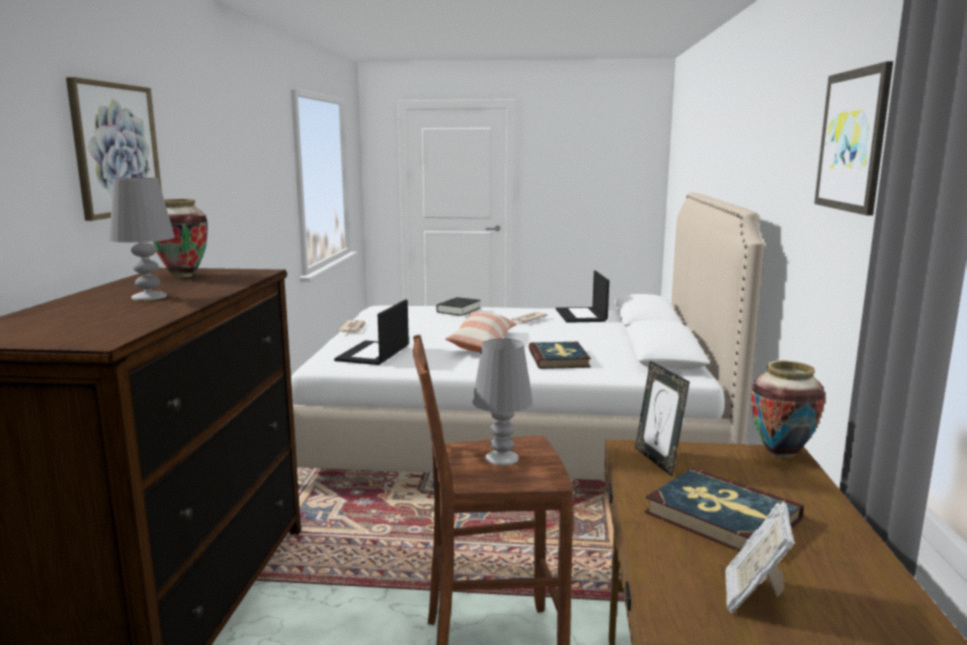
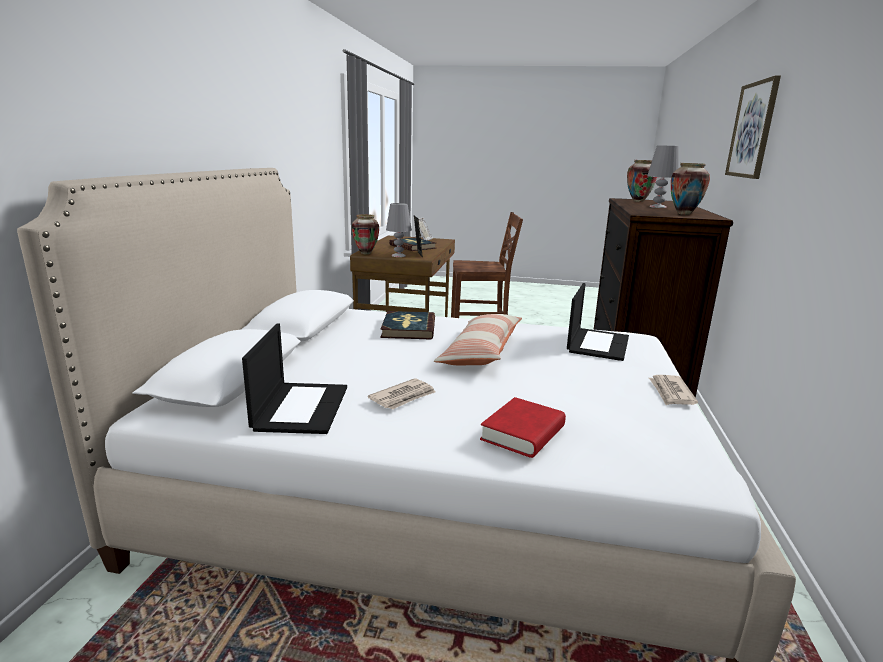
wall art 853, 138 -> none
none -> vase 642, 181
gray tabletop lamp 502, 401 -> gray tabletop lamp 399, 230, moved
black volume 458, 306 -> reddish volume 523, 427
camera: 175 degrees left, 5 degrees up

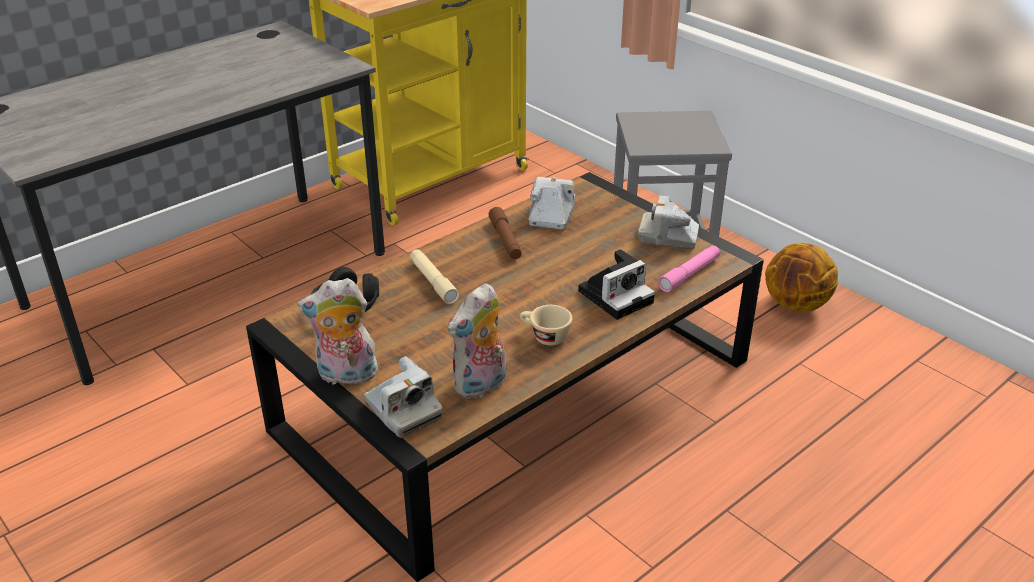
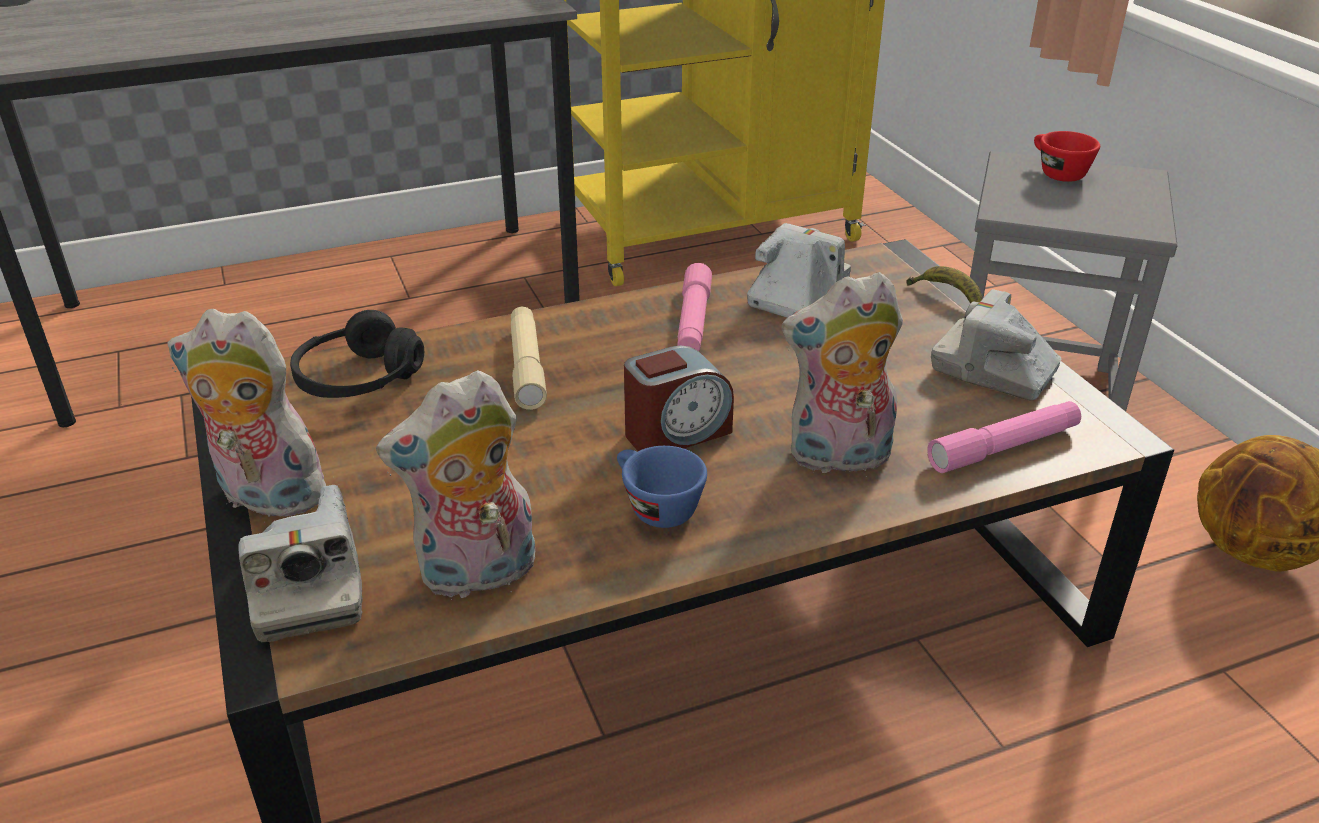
none -> alarm clock 679, 398
none -> whole banana 944, 284
none -> reddish drinking cup 1067, 156
photo camera 616, 284 -> cuddly toy 842, 374
brown hand torch 505, 233 -> pinkish hand torch 694, 307
beige drinking cup 546, 325 -> bluish drinking cup 662, 487
camera: 20 degrees right, 0 degrees up

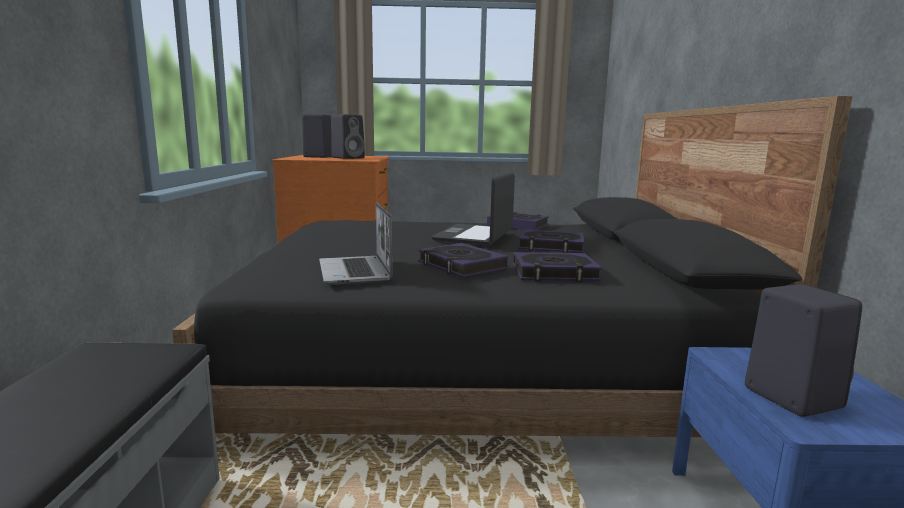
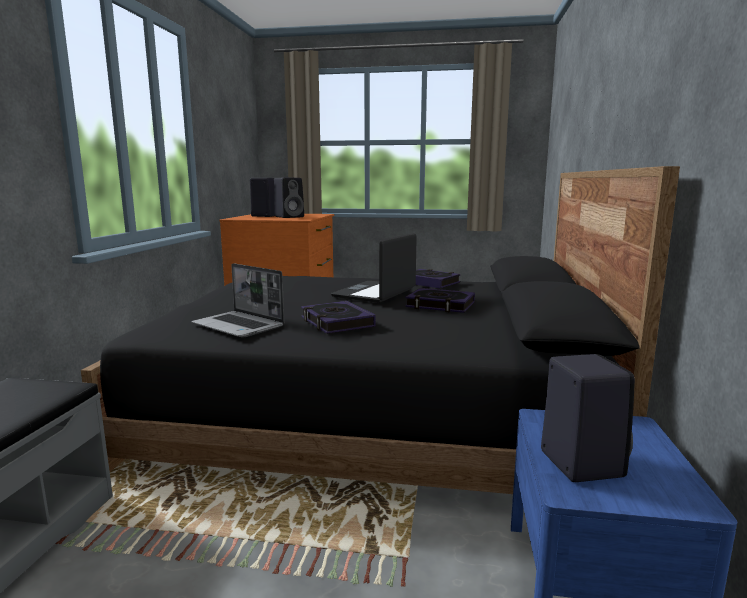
volume 557, 267 -> none
laptop 355, 243 -> laptop 237, 300, 45 degrees counterclockwise
camera: 10 degrees right, 0 degrees up

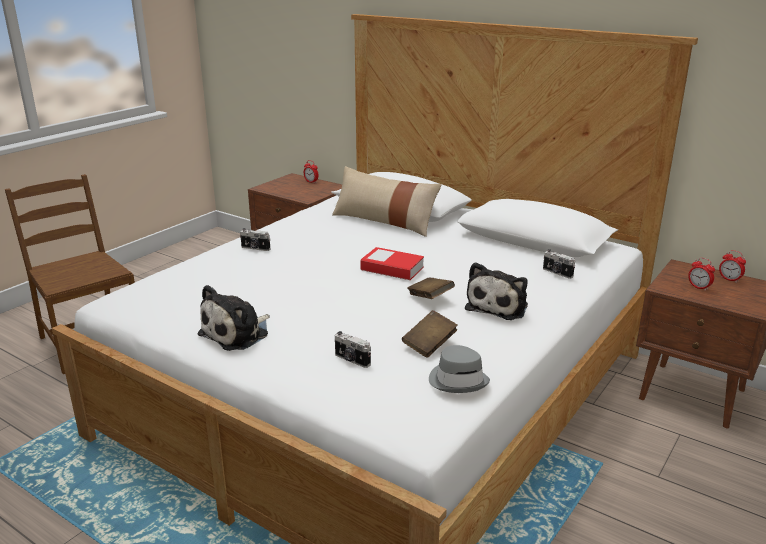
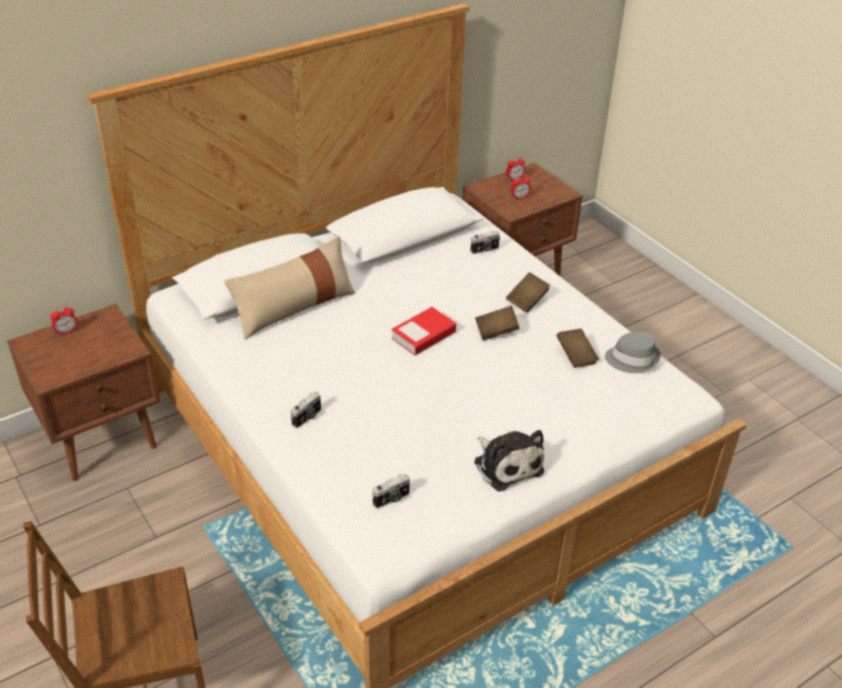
photo camera 353, 349 -> photo camera 391, 491, moved
cuddly toy 496, 291 -> brown volume 528, 292
camera: 70 degrees left, 15 degrees up

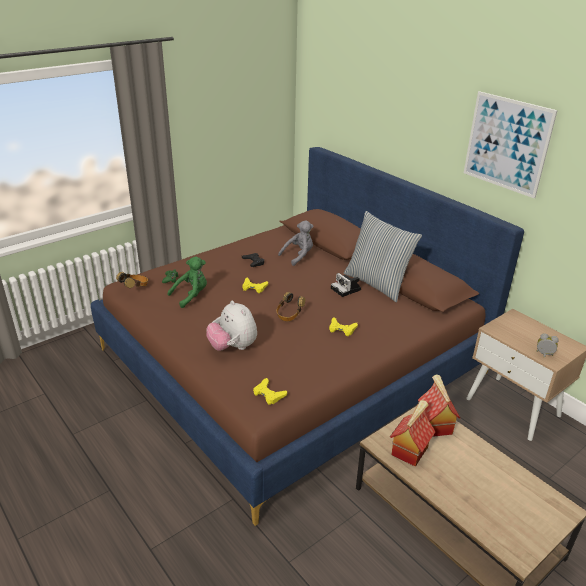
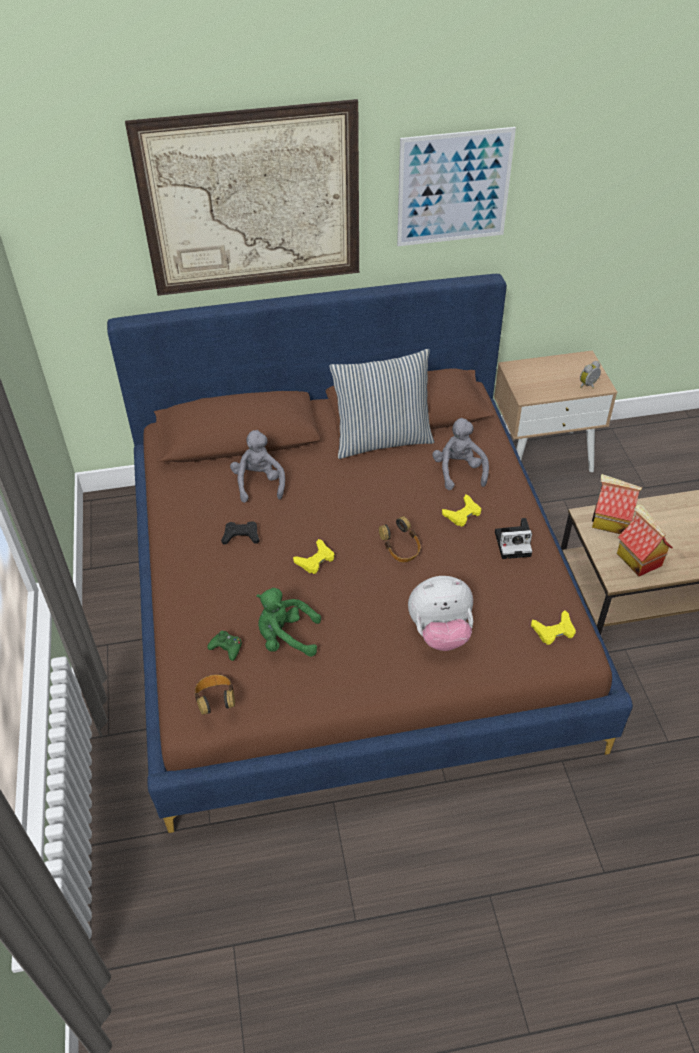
none -> wall art 242, 197
none -> gray cuddly toy 460, 454
photo camera 346, 285 -> photo camera 513, 538, moved
greenish cuddly toy 187, 282 -> greenish cuddly toy 288, 622, 75 degrees counterclockwise
camera: 60 degrees left, 15 degrees up

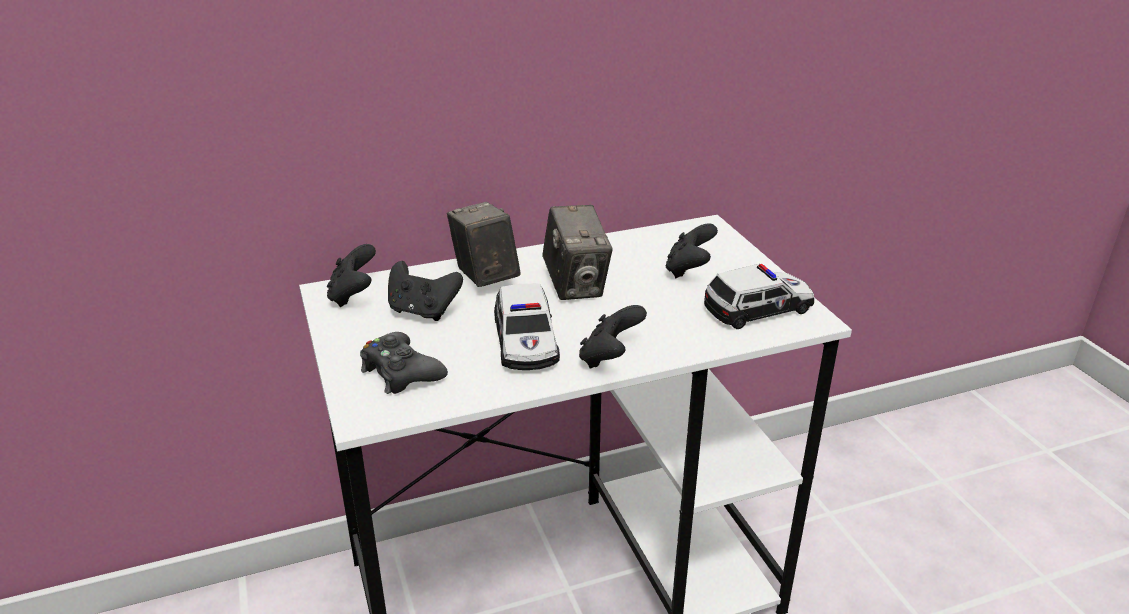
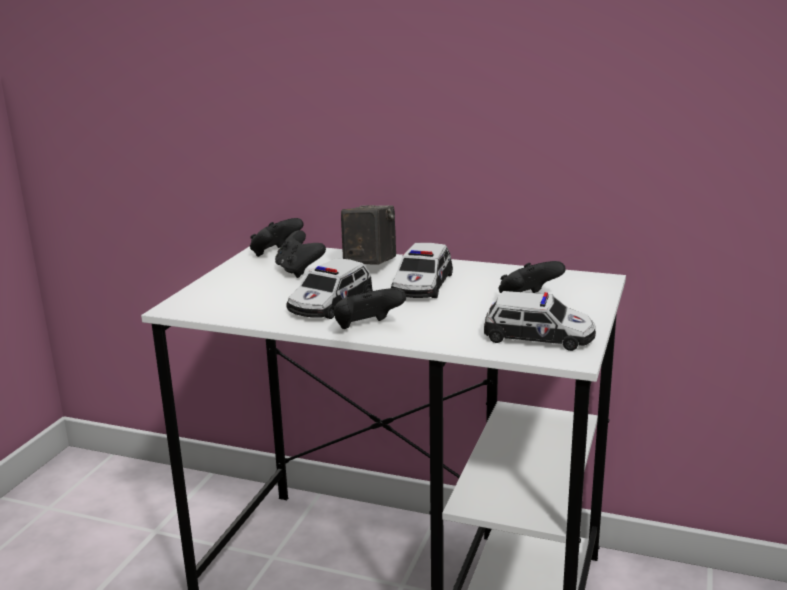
black game controller 404, 363 -> none
photo camera 577, 252 -> toy car 422, 270
camera: 40 degrees right, 10 degrees down

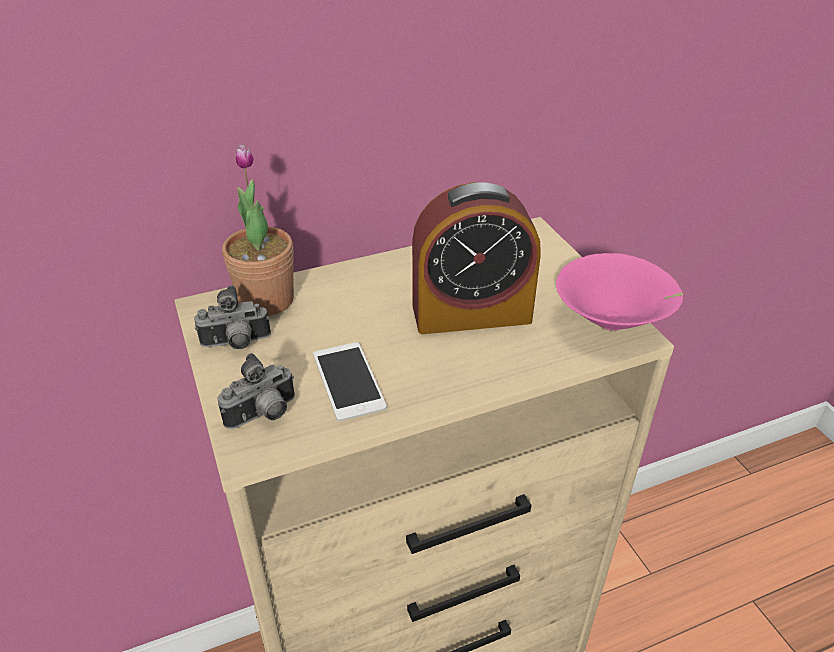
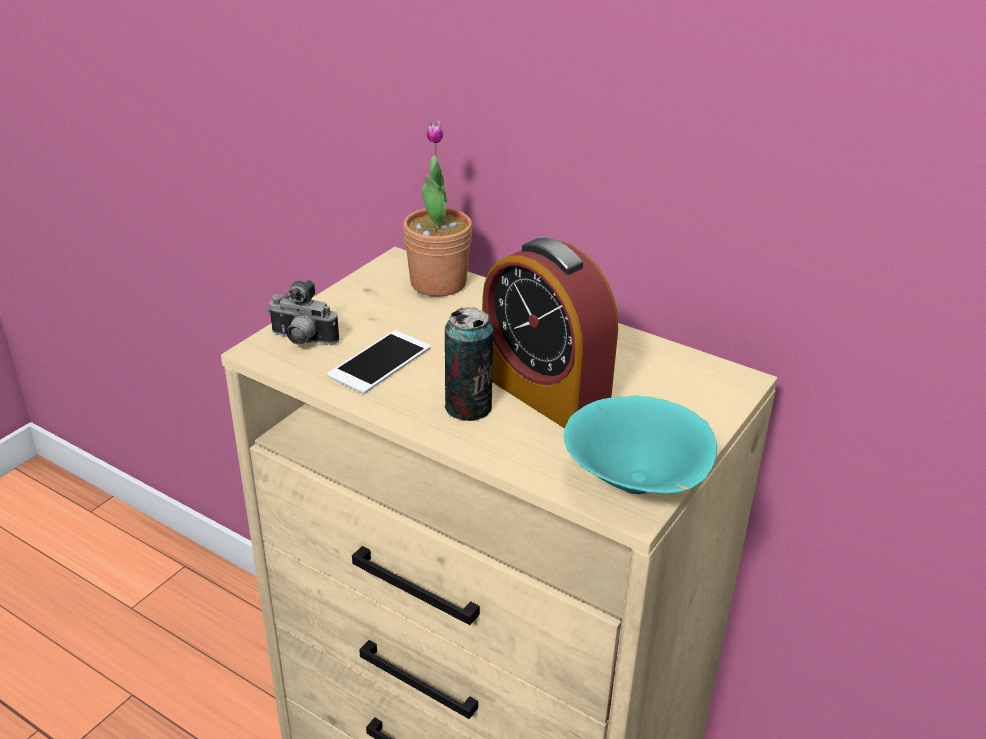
photo camera 232, 317 -> none
none -> sealed can 469, 364
pinkish deep dish 619, 292 -> turquoise deep dish 640, 445
camera: 55 degrees right, 5 degrees down

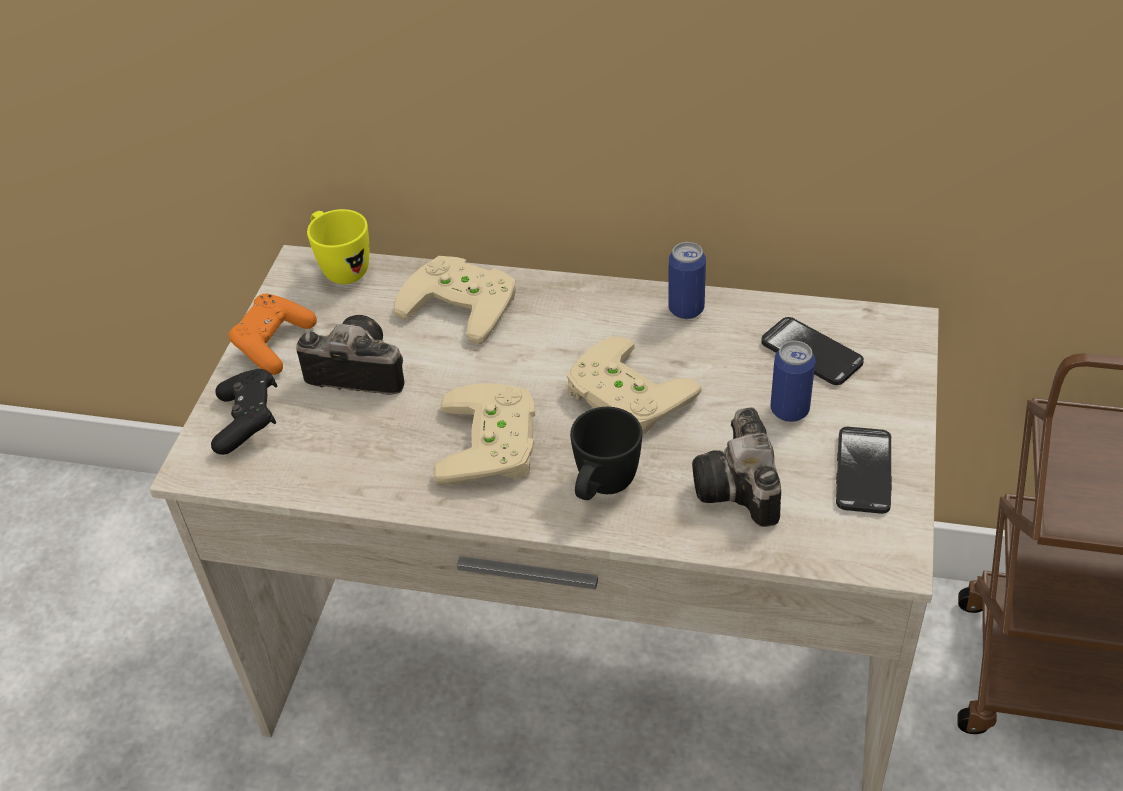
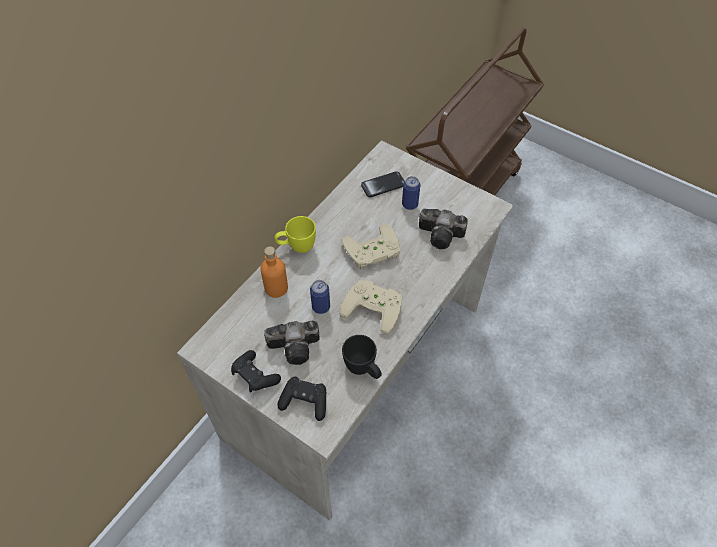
handset 864, 470 -> none
yellow mug 338, 246 -> yellow mug 295, 234, moved
black mug 606, 453 -> black mug 362, 357, moved
sealed can 687, 280 -> sealed can 320, 297, moved
beige game controller 455, 300 -> orange drink bottle 274, 272
orange game controller 273, 334 -> black game controller 256, 371
photo camera 350, 355 -> photo camera 292, 343, 135 degrees counterclockwise
camera: 70 degrees left, 10 degrees up

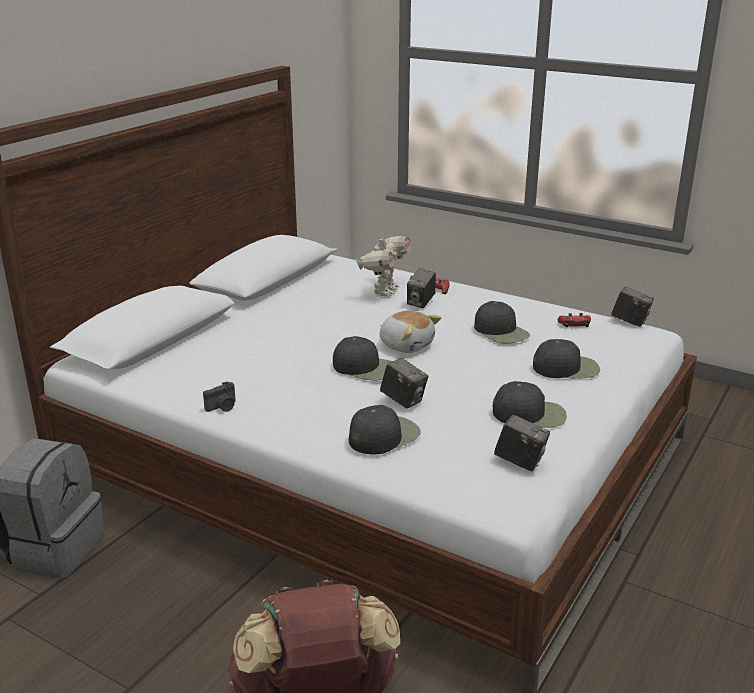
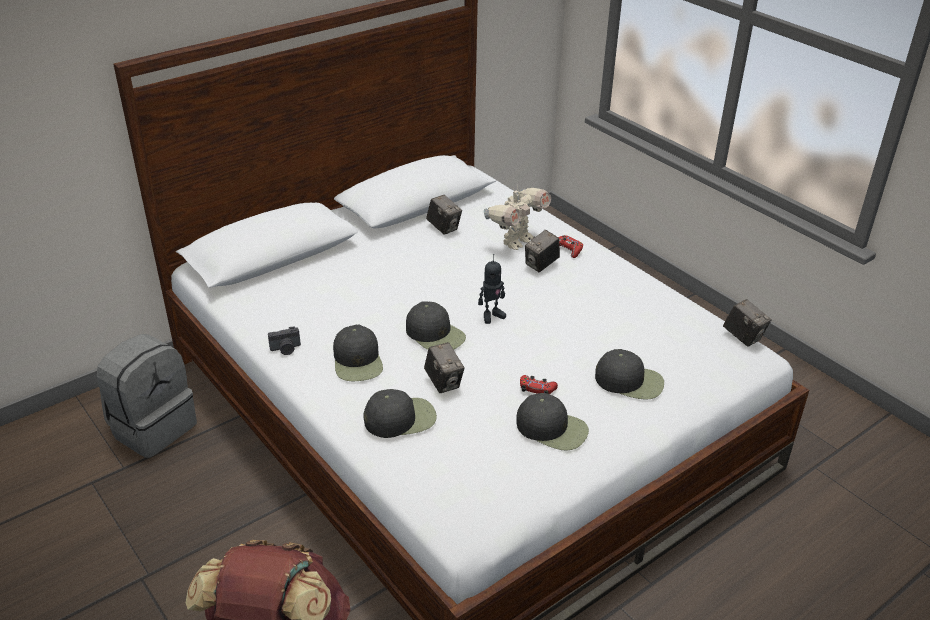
black cap 502, 322 -> black cap 358, 352, moved
photo camera 522, 442 -> photo camera 444, 215, moved
reddish game controller 574, 320 -> reddish game controller 539, 384, moved
cuddly toy 410, 332 -> model robot 492, 289
camera: 20 degrees right, 10 degrees up

